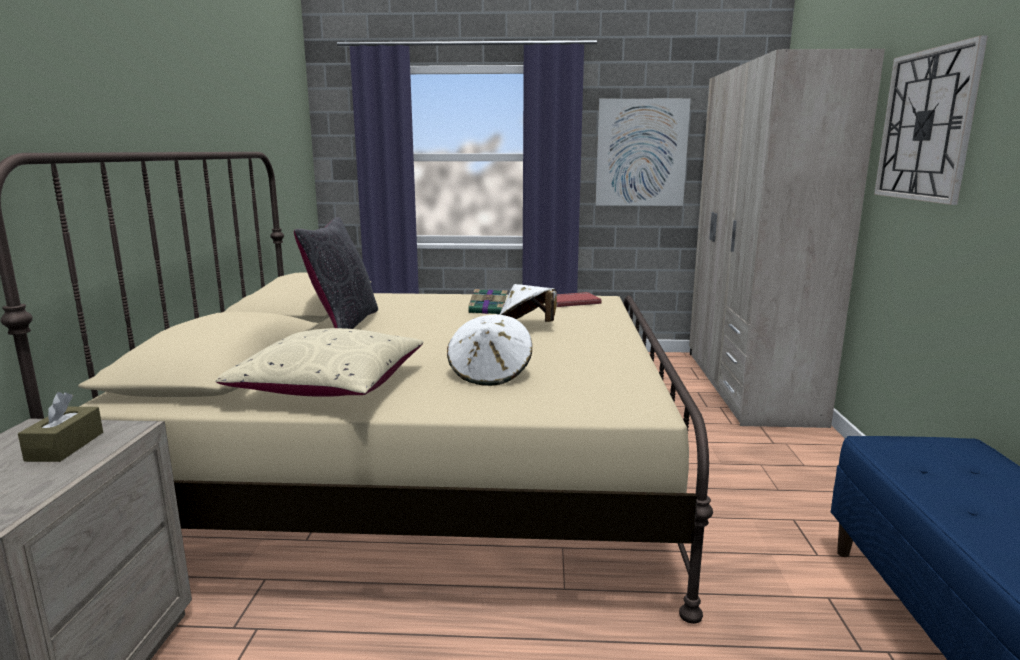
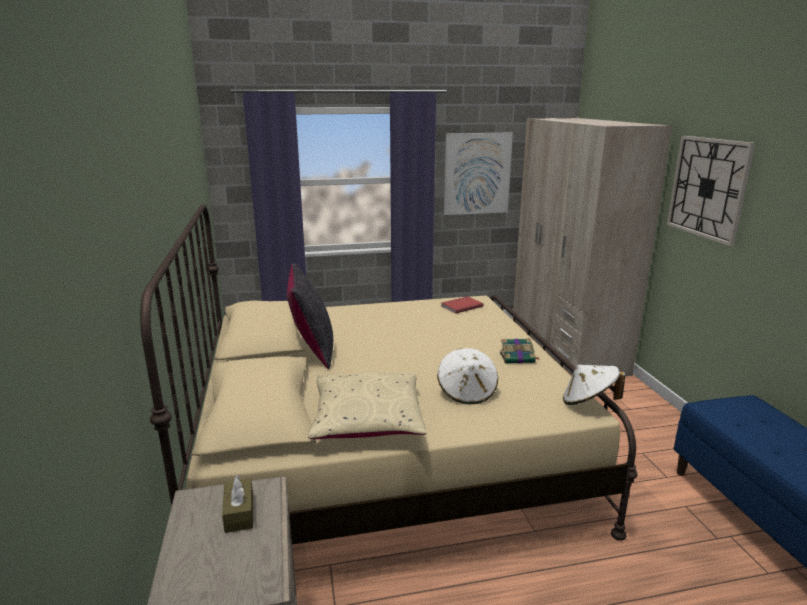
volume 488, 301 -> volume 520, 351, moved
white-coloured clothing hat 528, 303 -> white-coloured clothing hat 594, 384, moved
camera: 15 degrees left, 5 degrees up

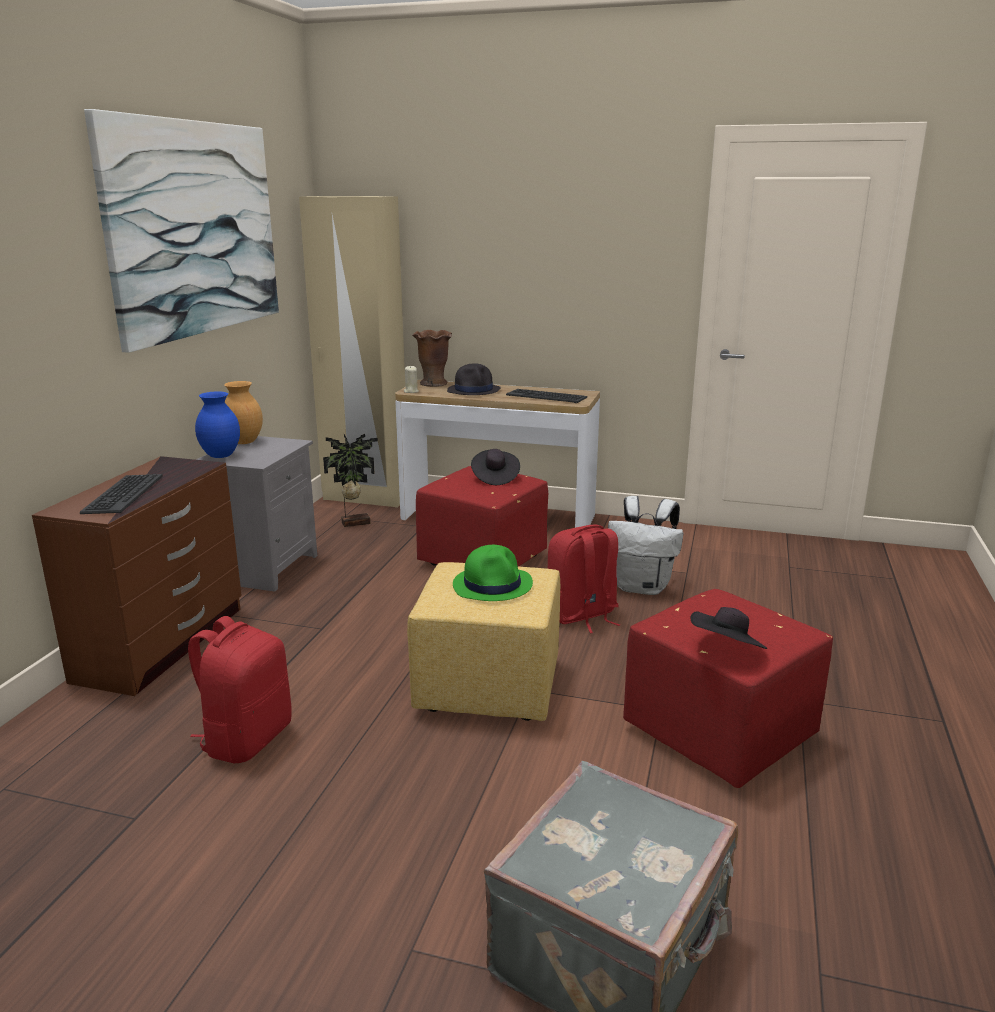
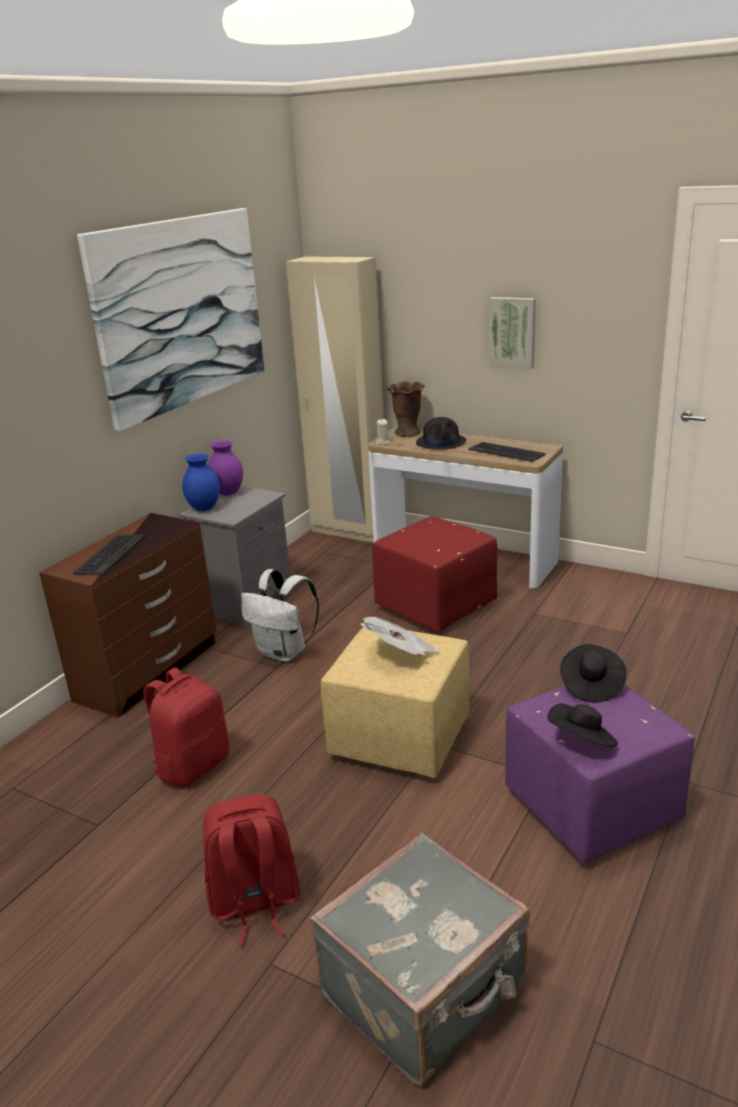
potted plant 350, 480 -> none
none -> wall art 512, 333
black clothing hat 495, 467 -> black clothing hat 593, 673, moved
reddish knapsack 584, 578 -> reddish knapsack 251, 870, moved
white-coloured knapsack 645, 545 -> white-coloured knapsack 280, 615, moved
greenish clothing hat 493, 573 -> daily paper 400, 636
brown vase 243, 412 -> purple-coloured vase 225, 468
reddish pouffe 728, 688 -> purple-coloured pouffe 600, 774
camera: 15 degrees right, 5 degrees up

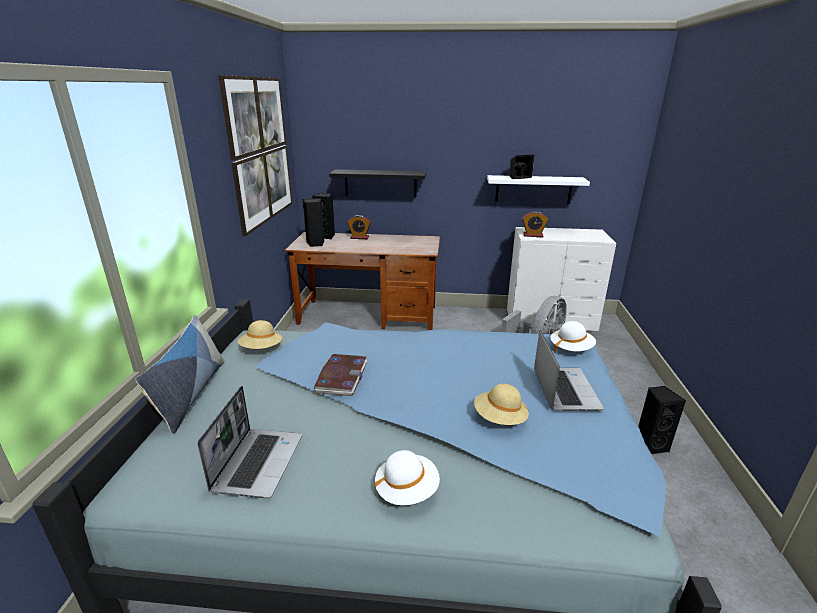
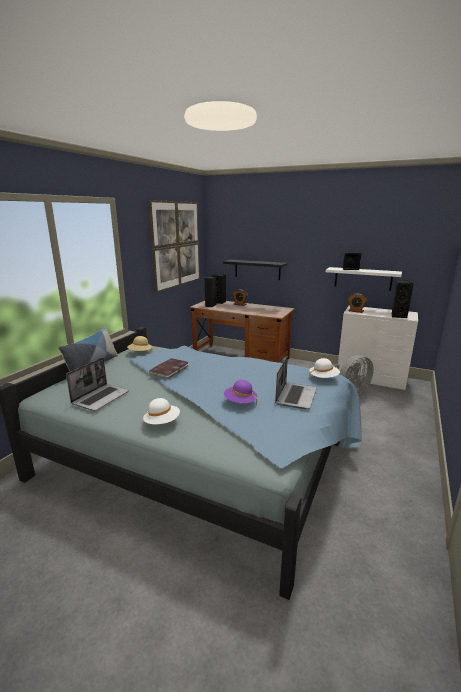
black speaker 662, 420 -> black speaker 403, 299, moved
beige clothing hat 501, 404 -> purple-coloured clothing hat 240, 392
camera: 20 degrees right, 5 degrees down

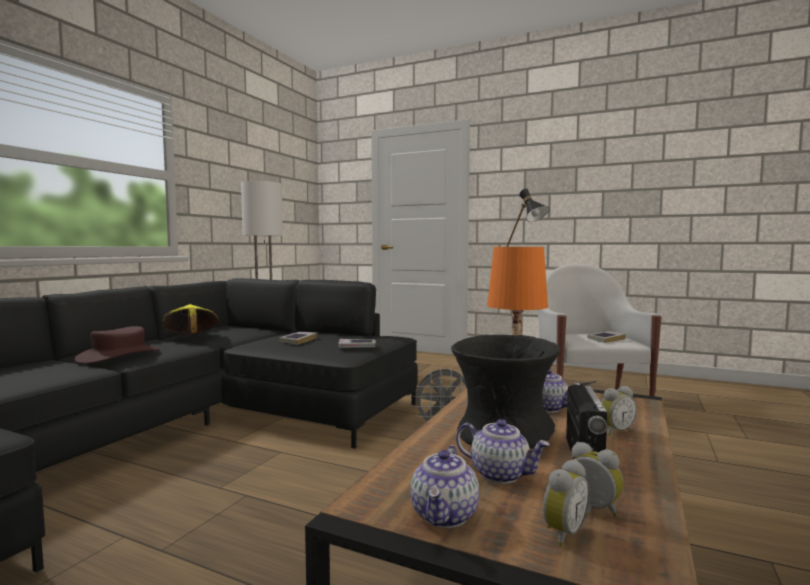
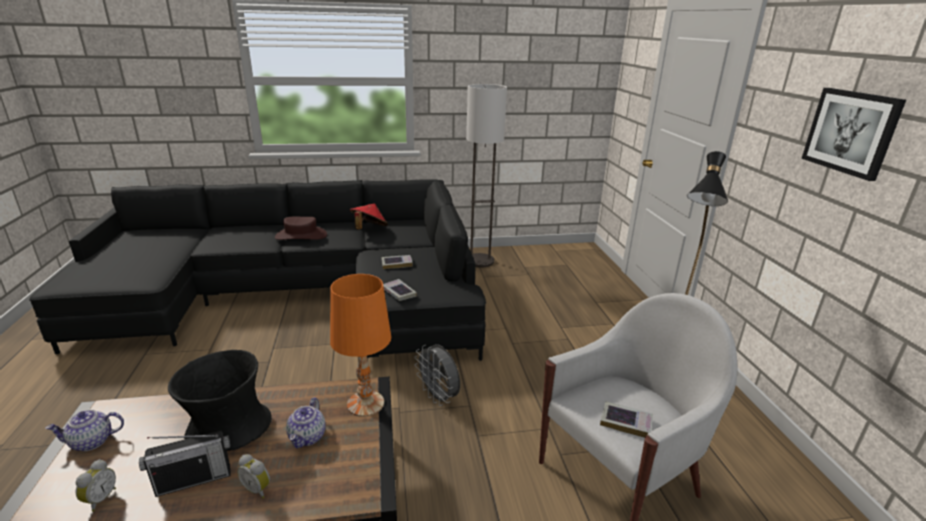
tea pot 503, 451 -> none
alarm clock 566, 503 -> none
none -> wall art 853, 134
yellow clothing hat 190, 319 -> reddish clothing hat 369, 216
camera: 55 degrees right, 20 degrees up

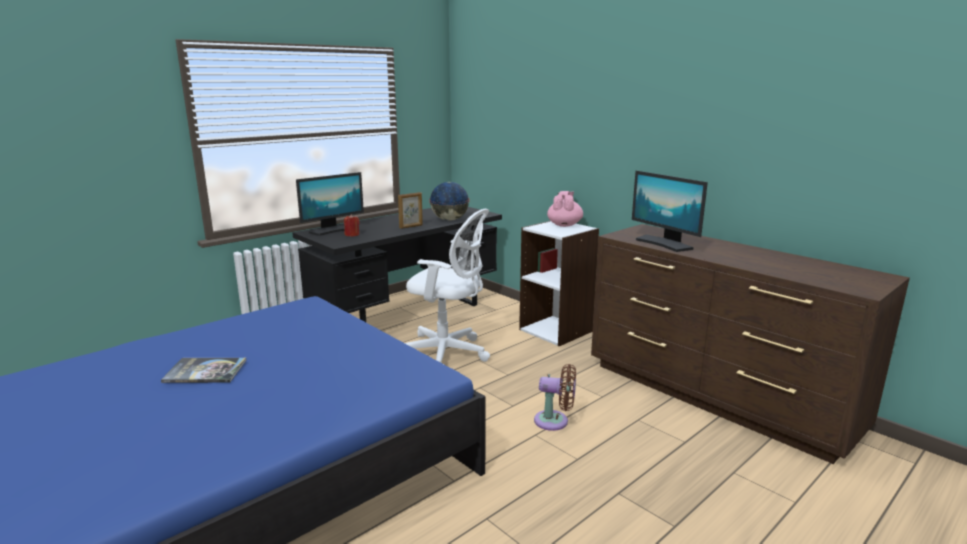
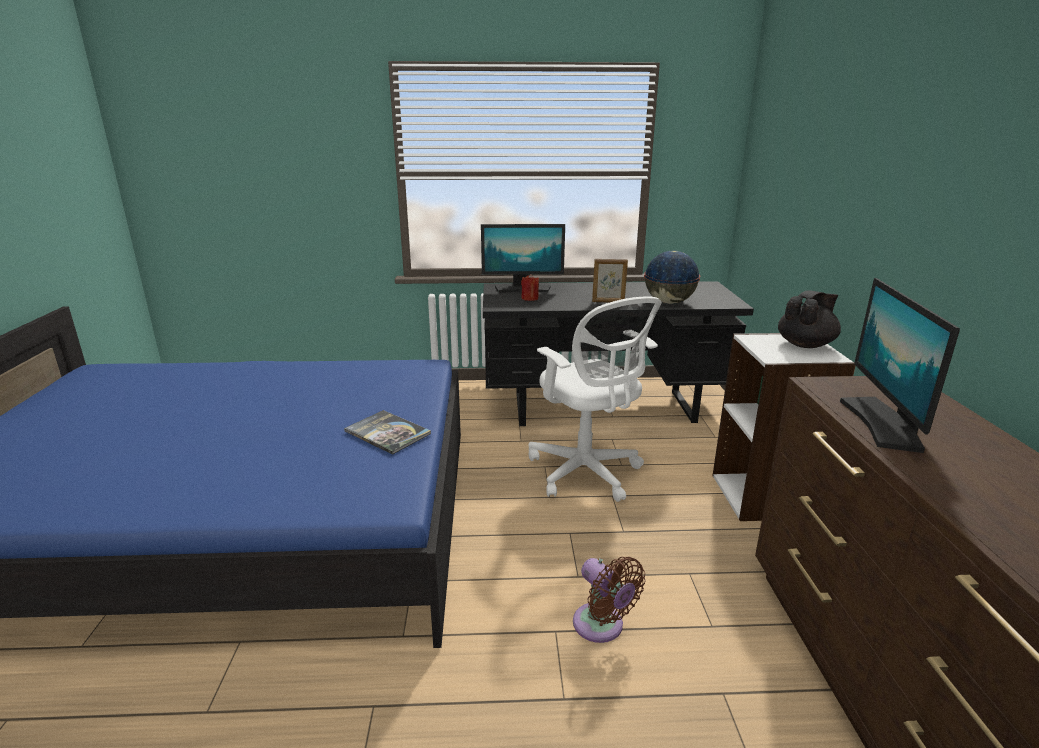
volume 204, 370 -> volume 387, 432, moved
pinkish tea pot 565, 209 -> black tea pot 809, 319
camera: 40 degrees right, 5 degrees up

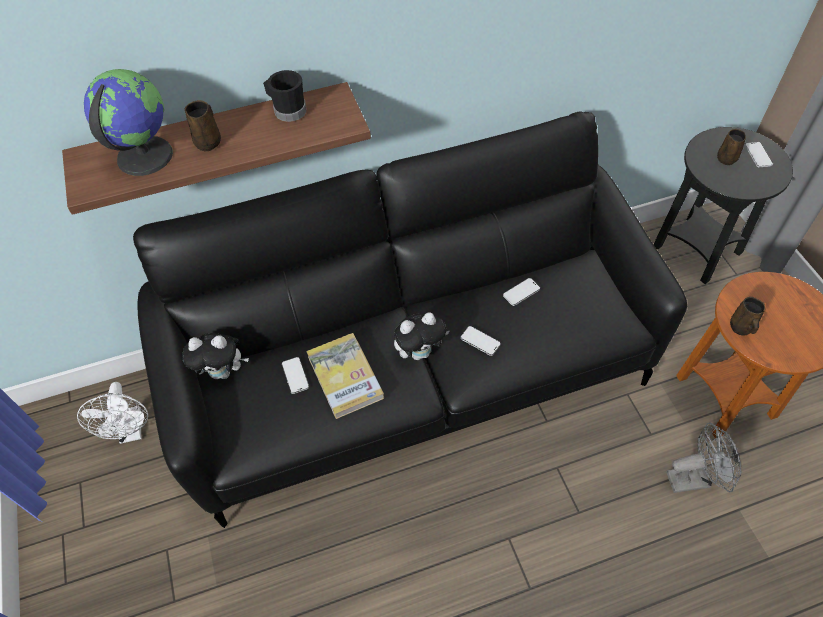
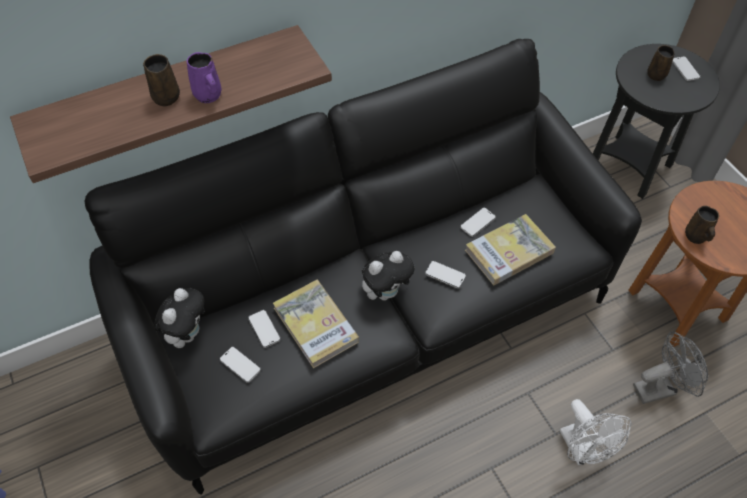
globe 128, 122 -> none
black mug 285, 96 -> none
none -> purple-coloured mug 204, 77
none -> handset 240, 364
none -> volume 510, 249
white-coloured electric fan 112, 413 -> white-coloured electric fan 596, 432, moved
cuddly toy 215, 356 -> cuddly toy 179, 317, 60 degrees counterclockwise
camera: 10 degrees left, 0 degrees up

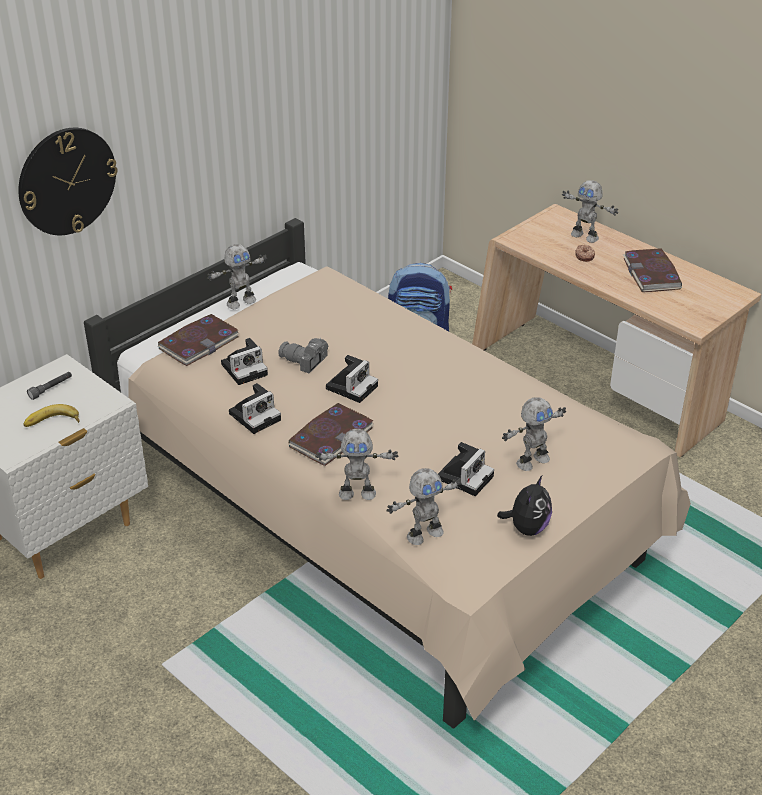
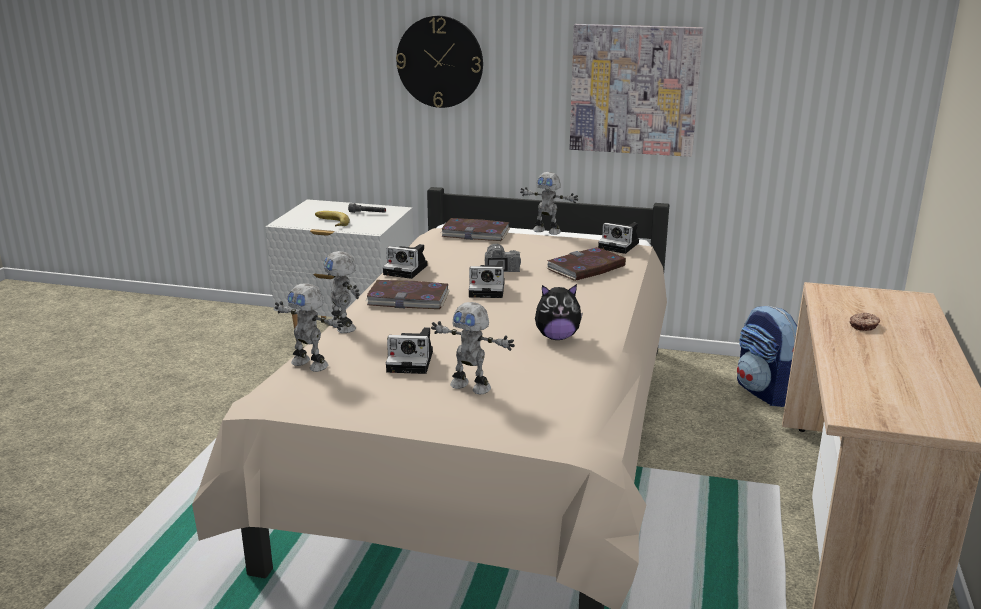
model robot 590, 211 -> none
none -> wall art 636, 90
photo camera 244, 361 -> photo camera 618, 238, moved
cuddly toy 524, 506 -> cuddly toy 559, 312, moved
volume 652, 270 -> volume 586, 264, moved
camera: 60 degrees right, 15 degrees down

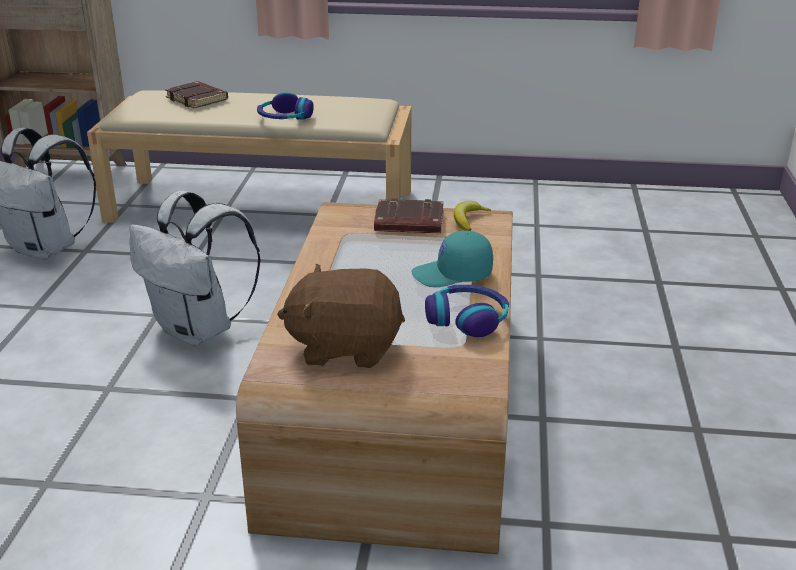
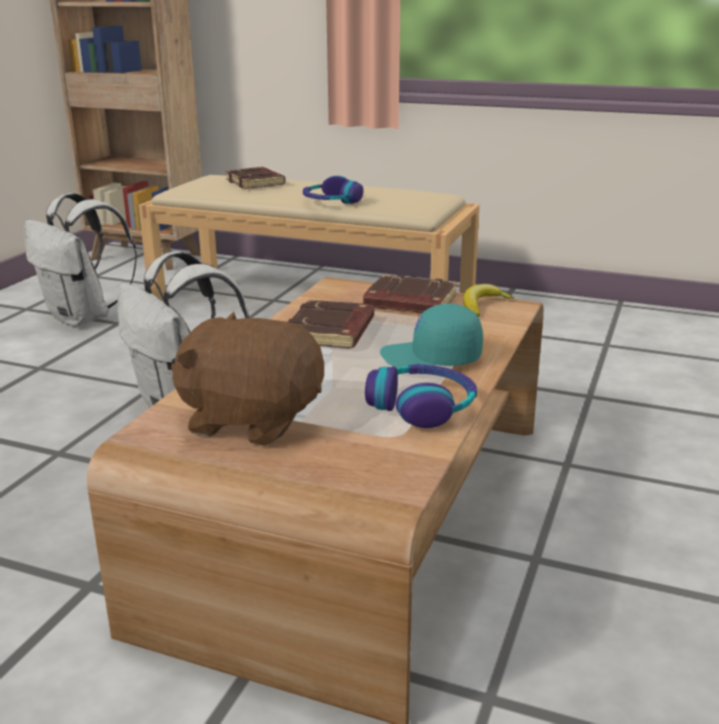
none -> brown volume 330, 324
camera: 15 degrees right, 5 degrees down

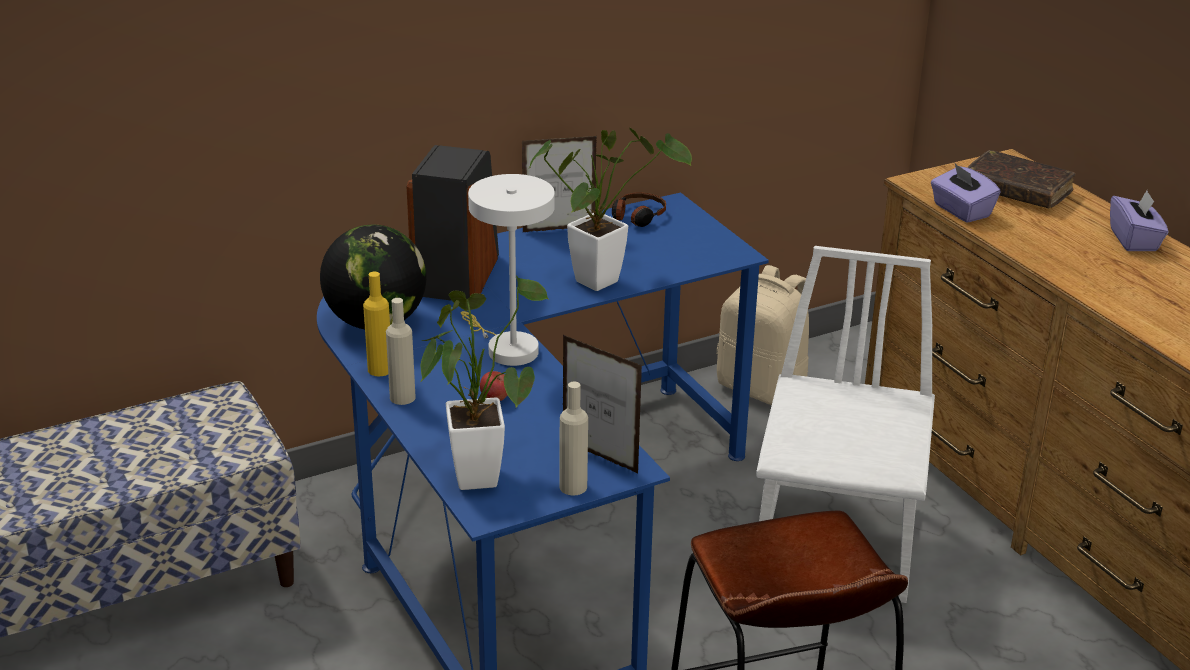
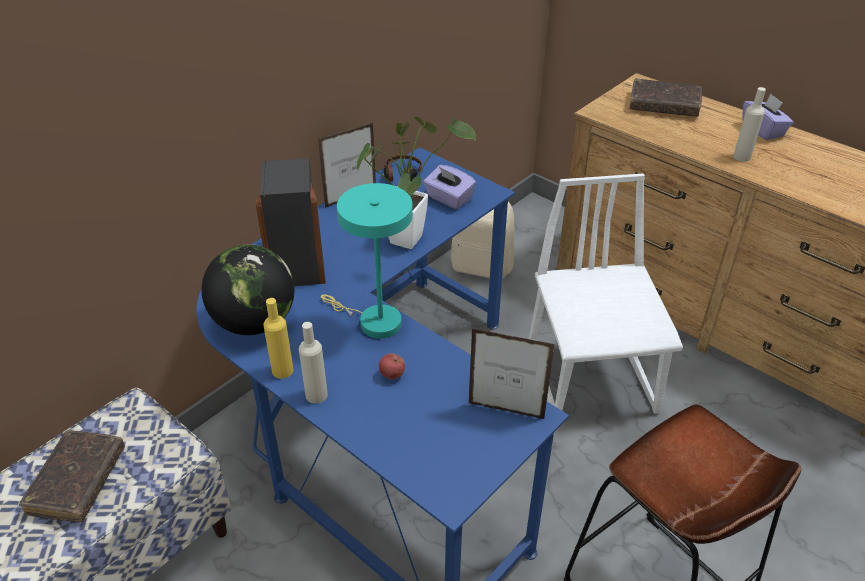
potted plant 485, 383 -> none
none -> brown volume 72, 476
beige drink bottle 573, 438 -> beige drink bottle 749, 124, moved
purple-coloured tissue box 966, 193 -> purple-coloured tissue box 449, 187, moved
white-coloured tabletop lamp 508, 270 -> turquoise tabletop lamp 367, 260
camera: 20 degrees left, 10 degrees up

